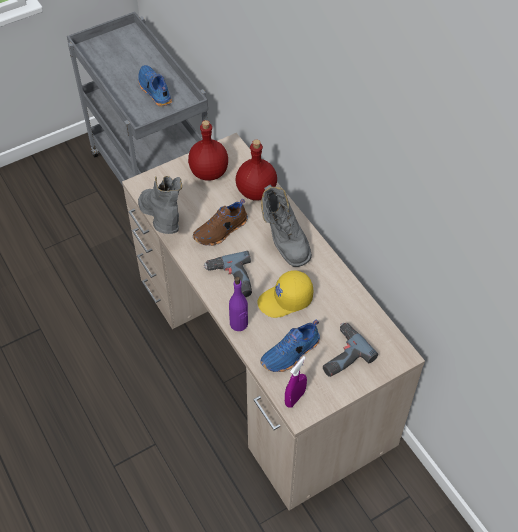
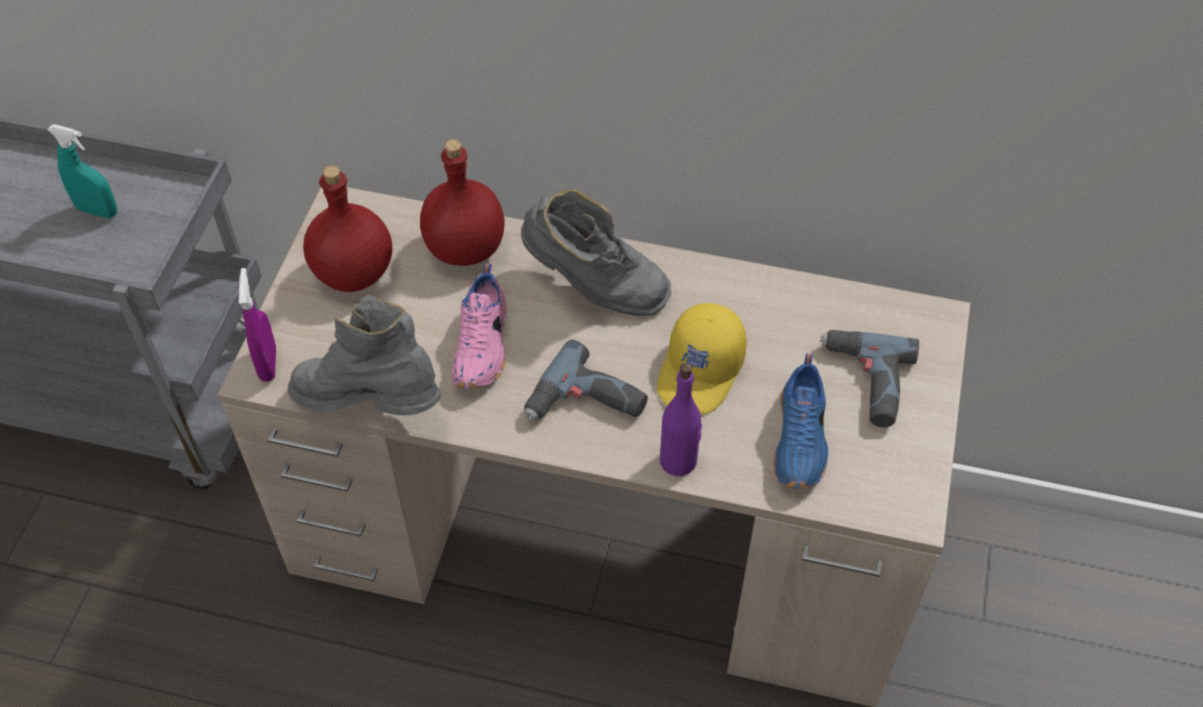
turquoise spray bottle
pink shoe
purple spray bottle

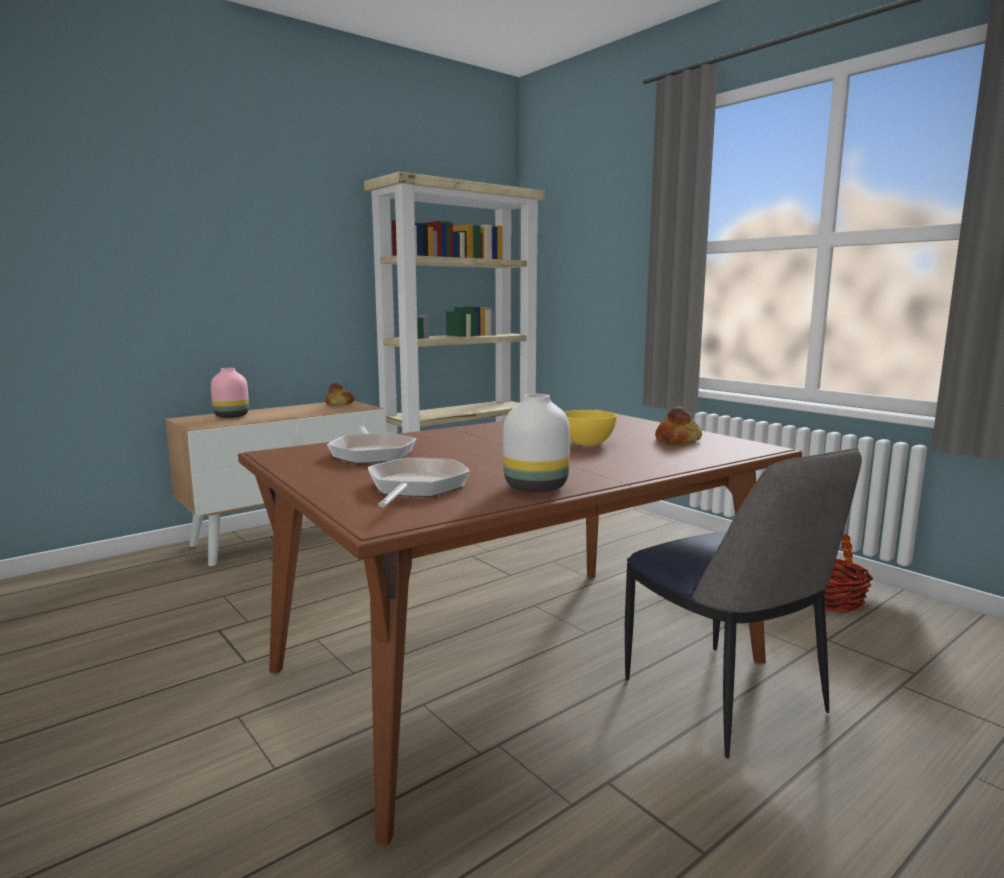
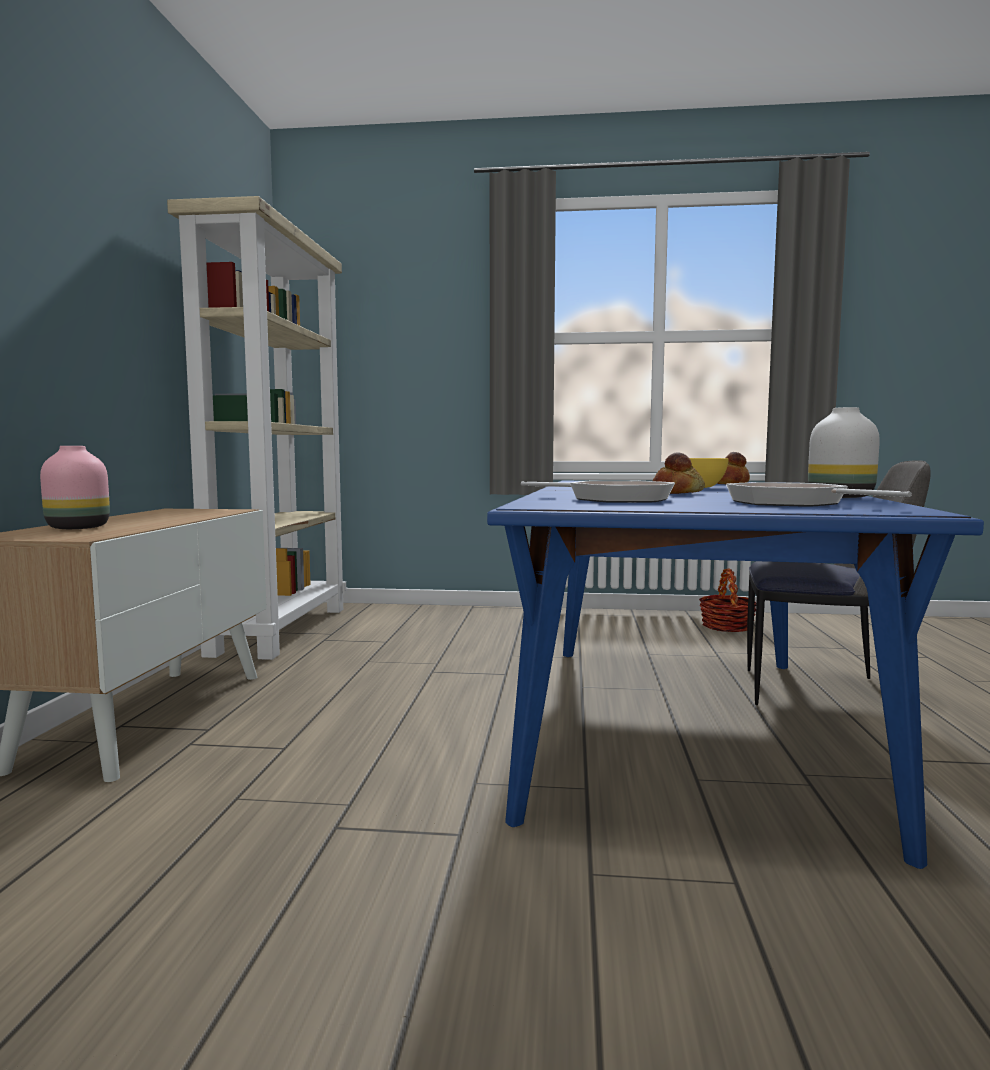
blue dining table
bread (no. 1 from left)

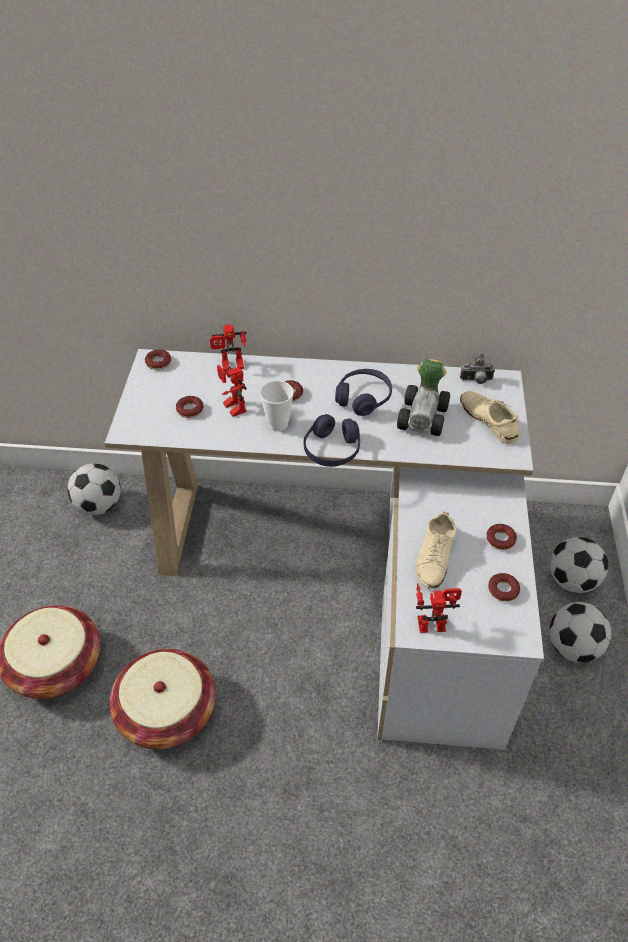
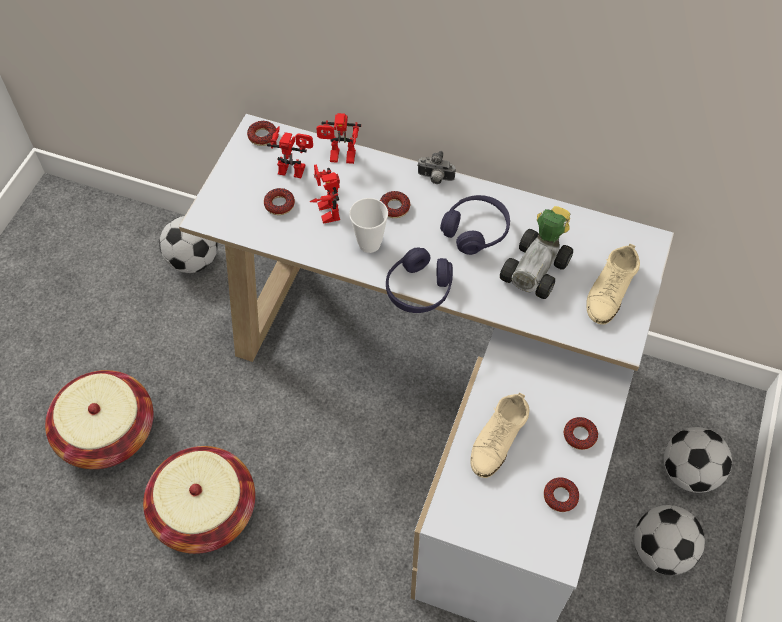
toy robot (no. 1 from left)
photo camera
beige shoe (no. 2 from left)

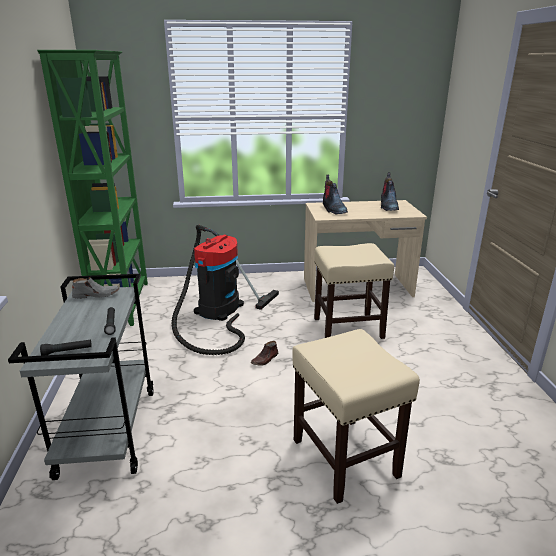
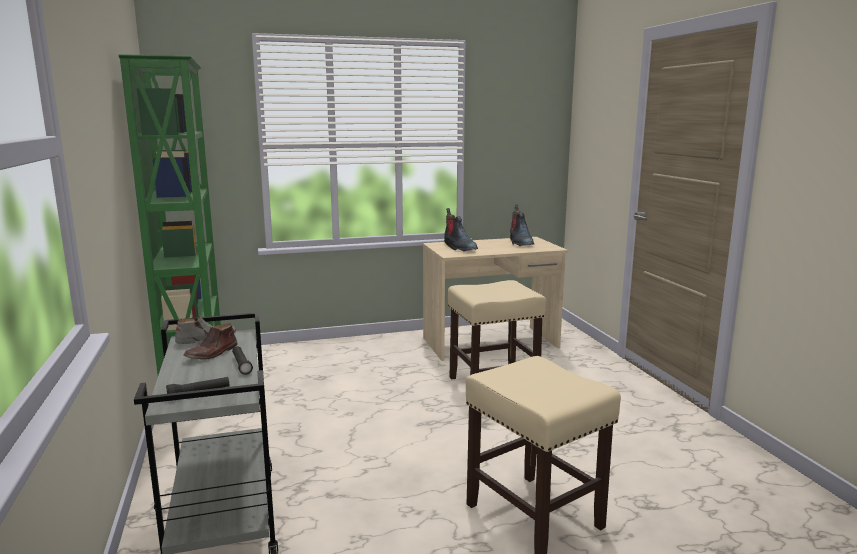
vacuum cleaner
brown shoe

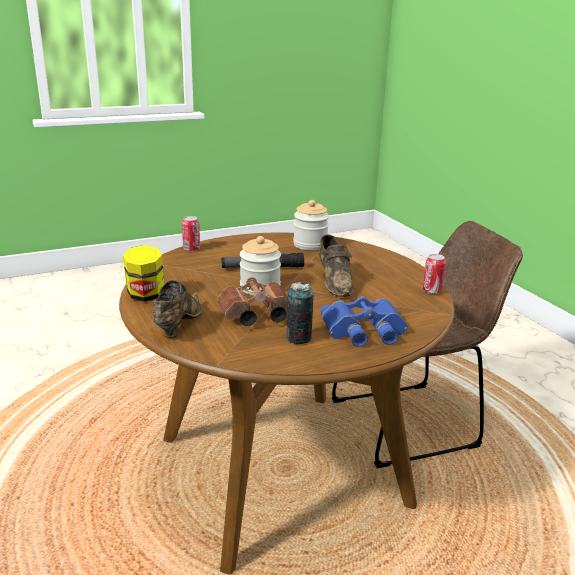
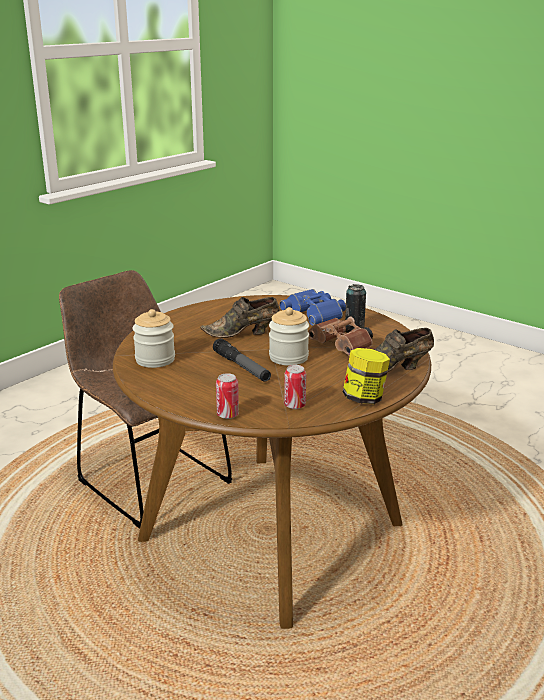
brown shoe (no. 1 from left)
can (no. 2 from left)

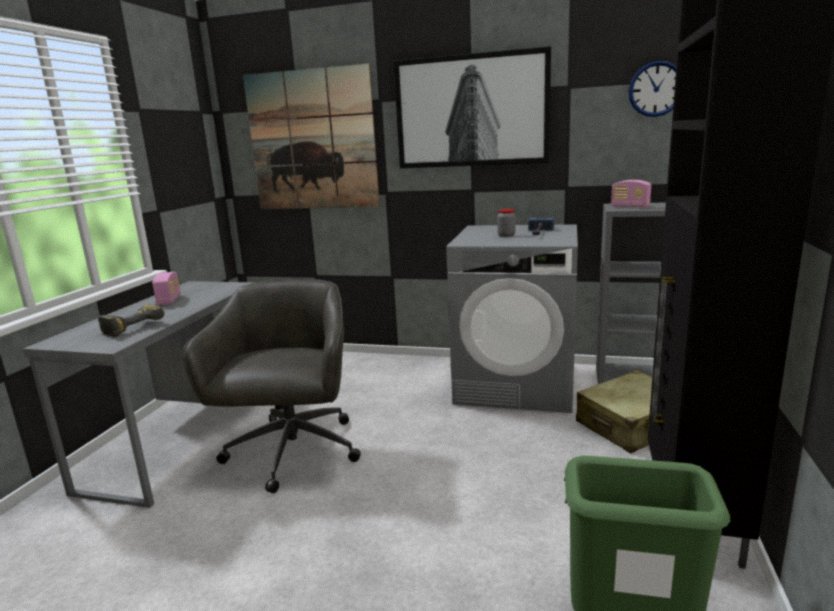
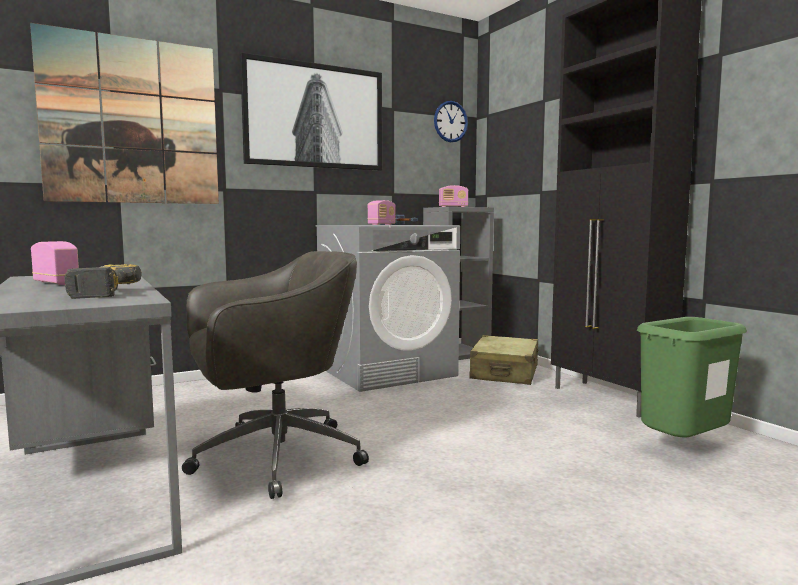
grey office chair
radio (no. 2 from left)

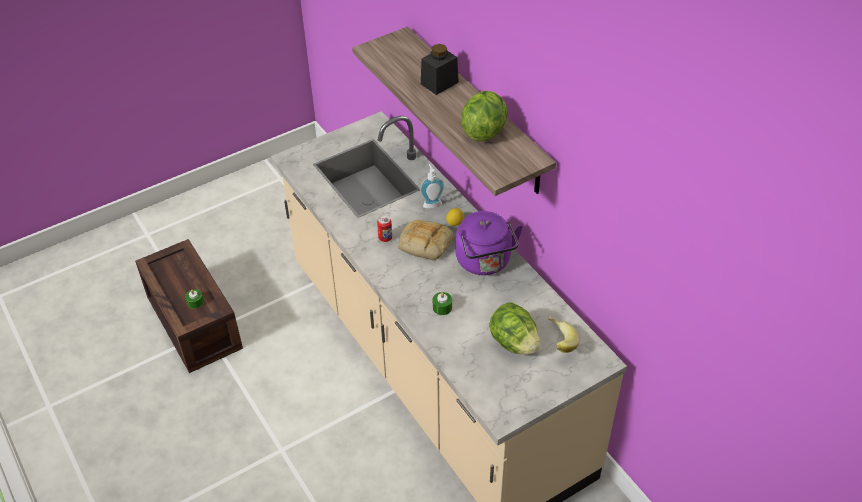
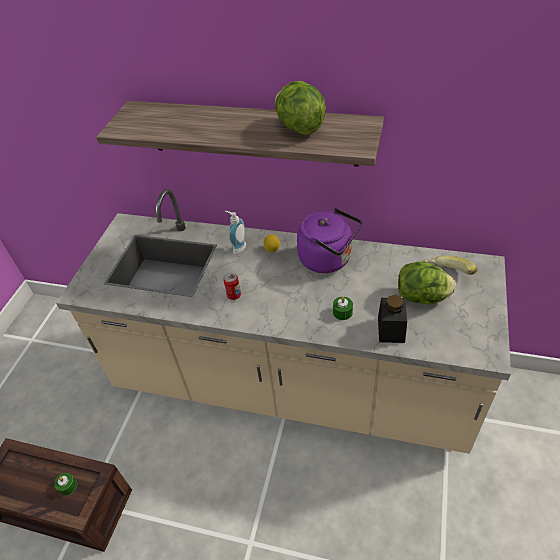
bread
black jar

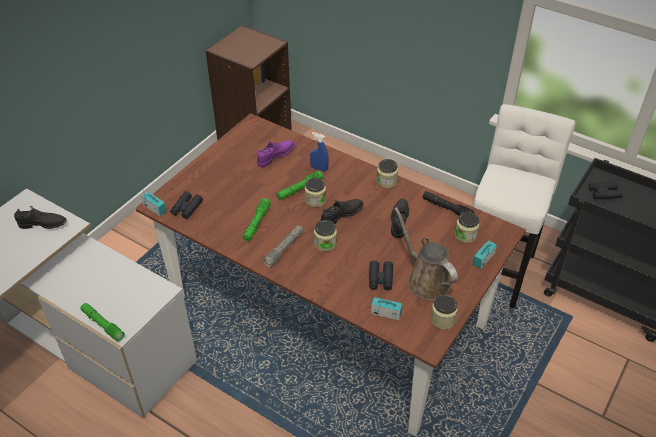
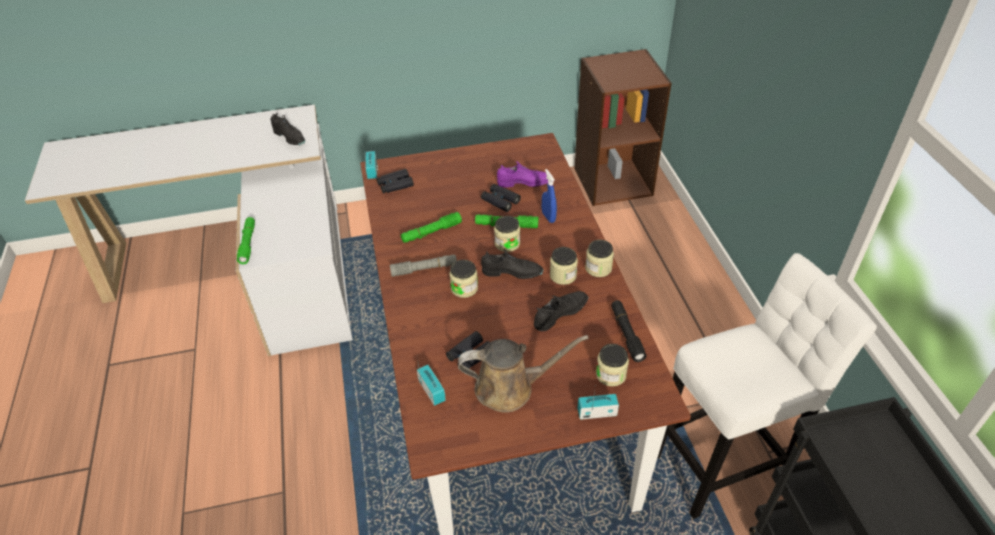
brown watering can
jar (no. 3 from left)
black binoculars (no. 3 from left)

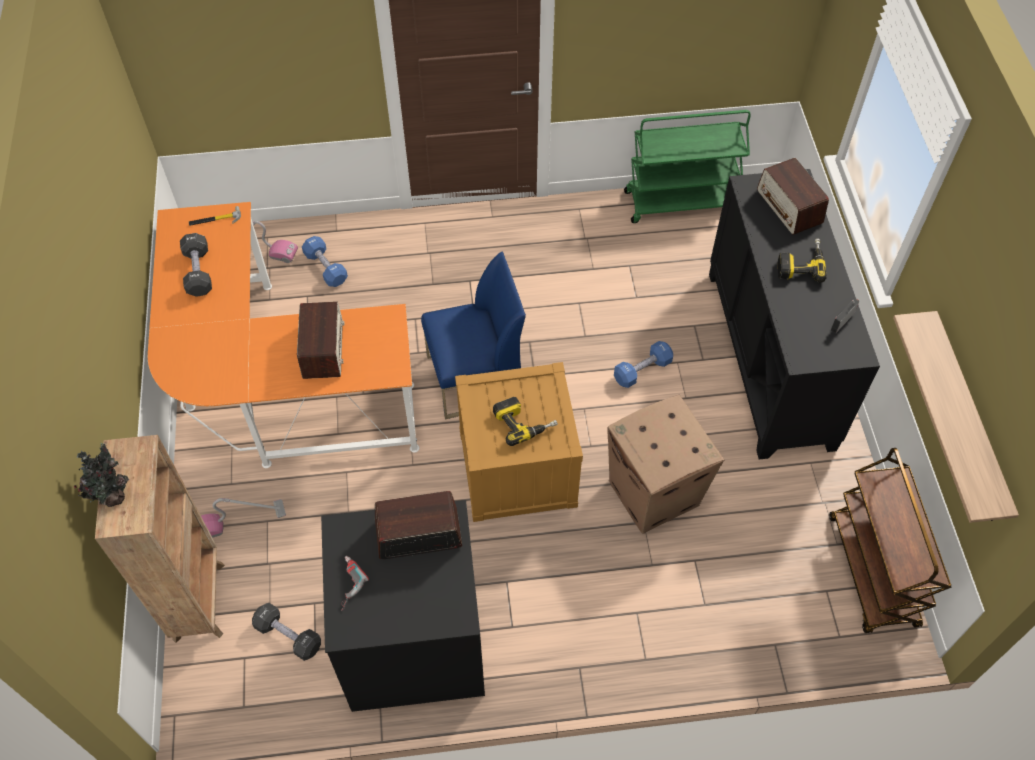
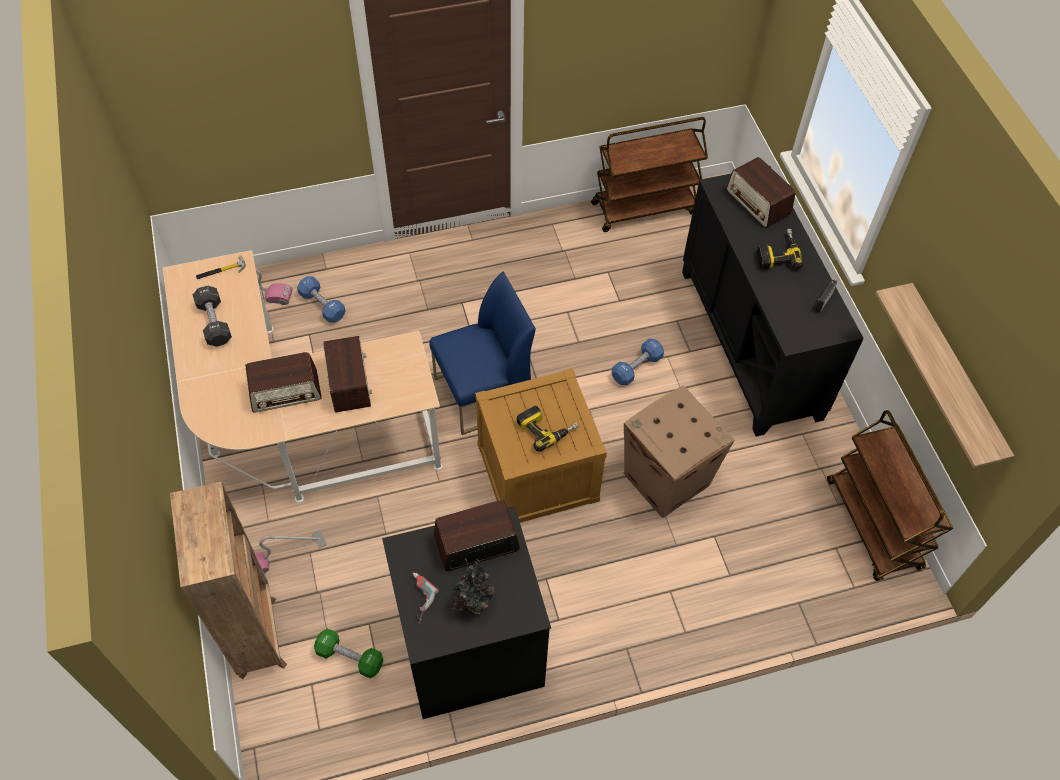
potted plant
beige desk
green dumbbell
brown cart (no. 1 from left)
radio (no. 1 from left)

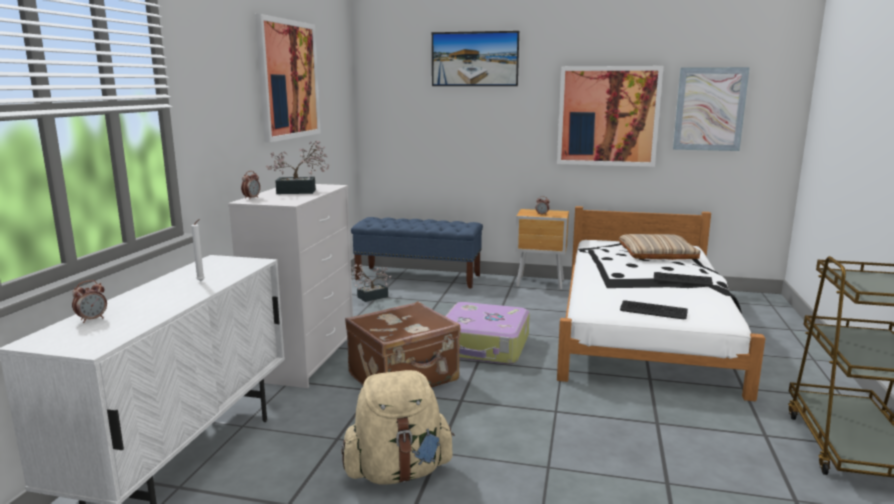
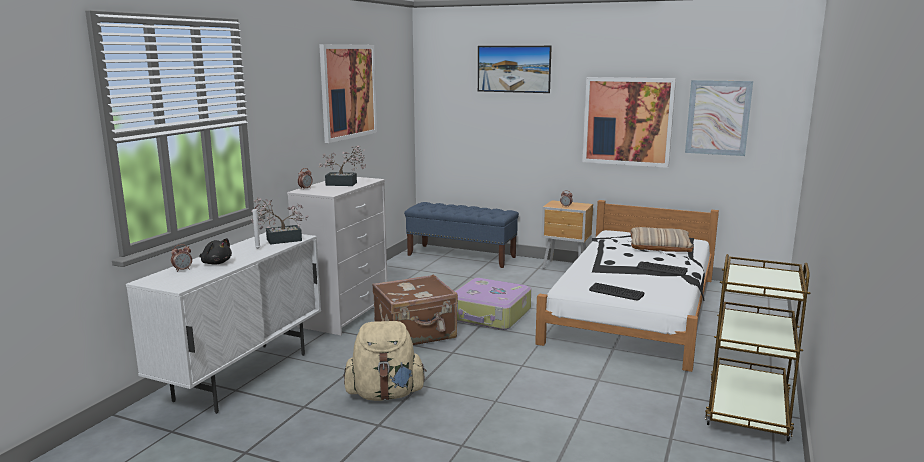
potted plant (no. 1 from left)
black plush toy

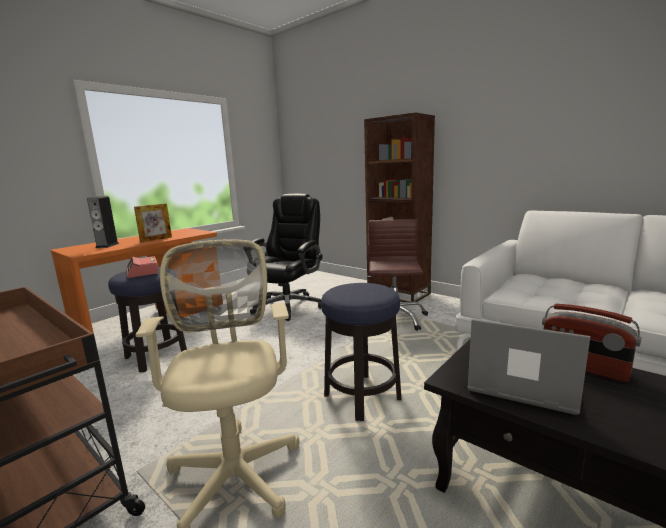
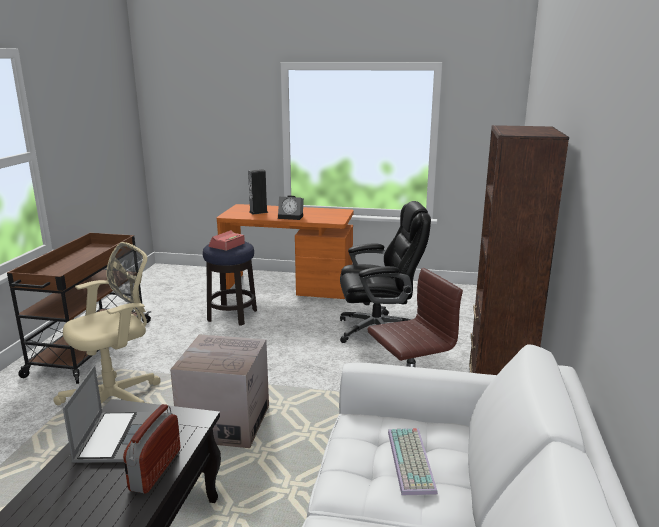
alarm clock (no. 2 from left)
cardboard box
keyboard

